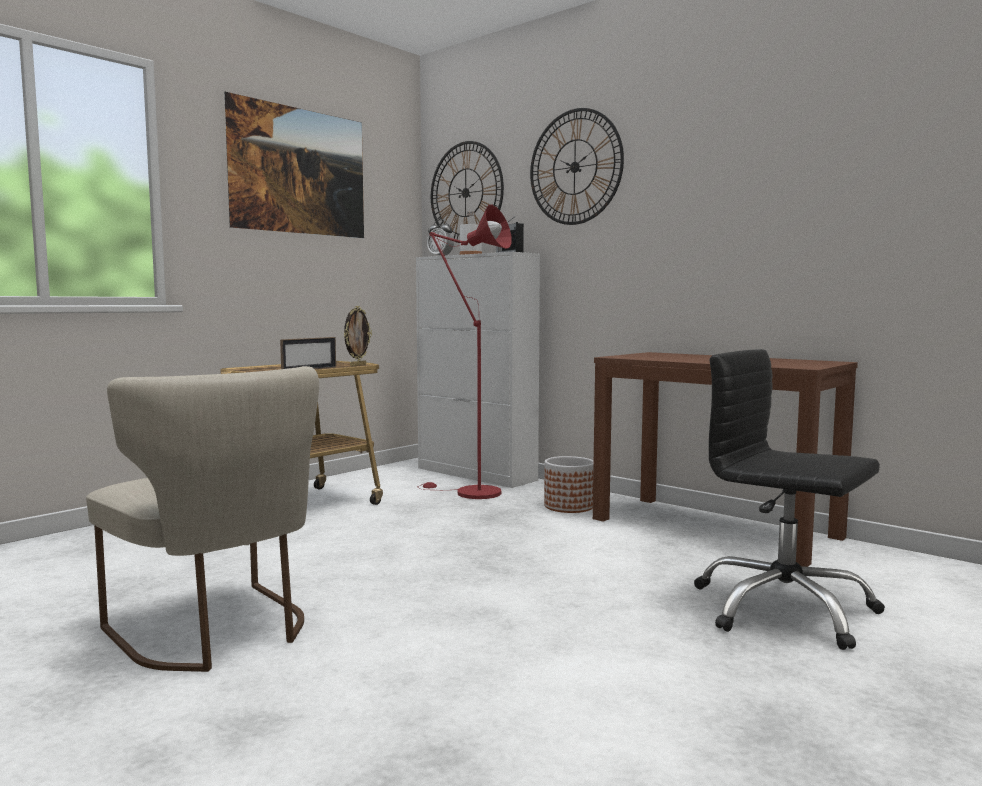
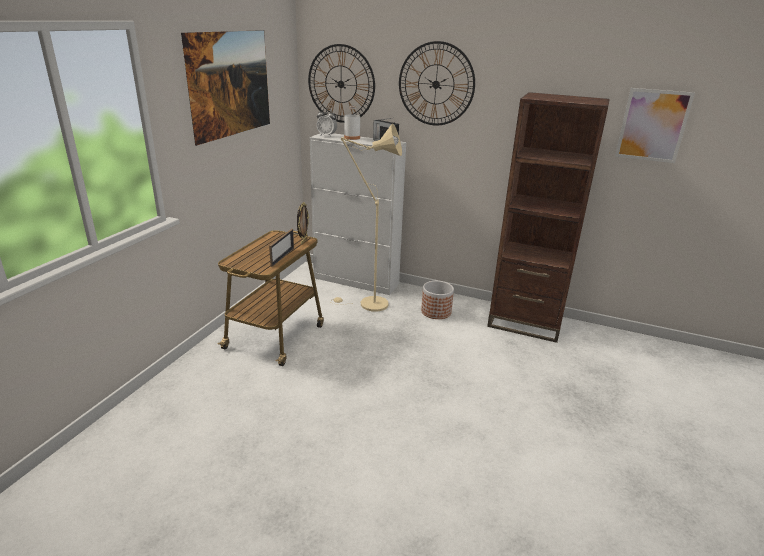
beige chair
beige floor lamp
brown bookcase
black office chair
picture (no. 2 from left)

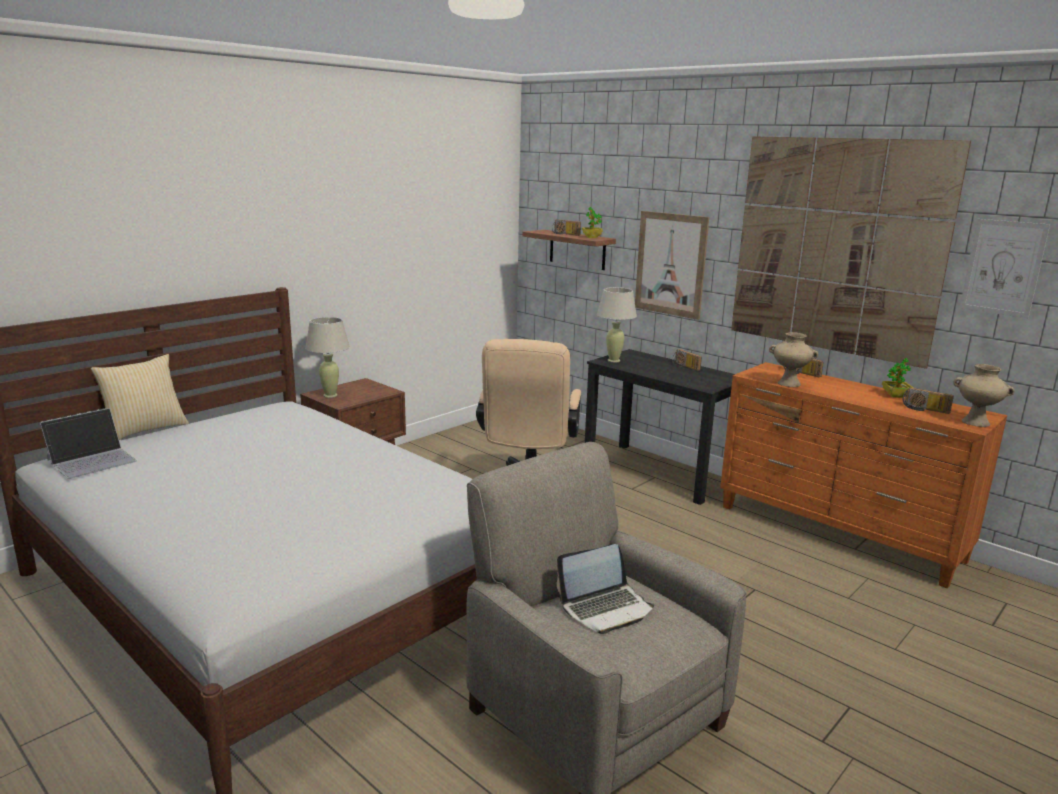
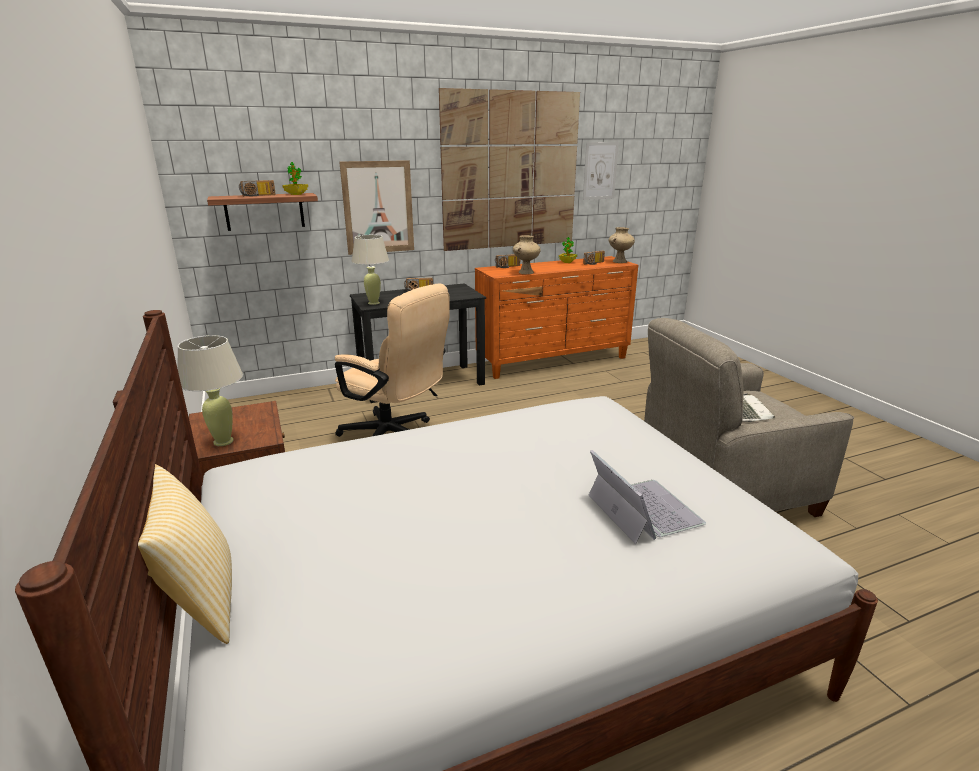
laptop (no. 1 from left)

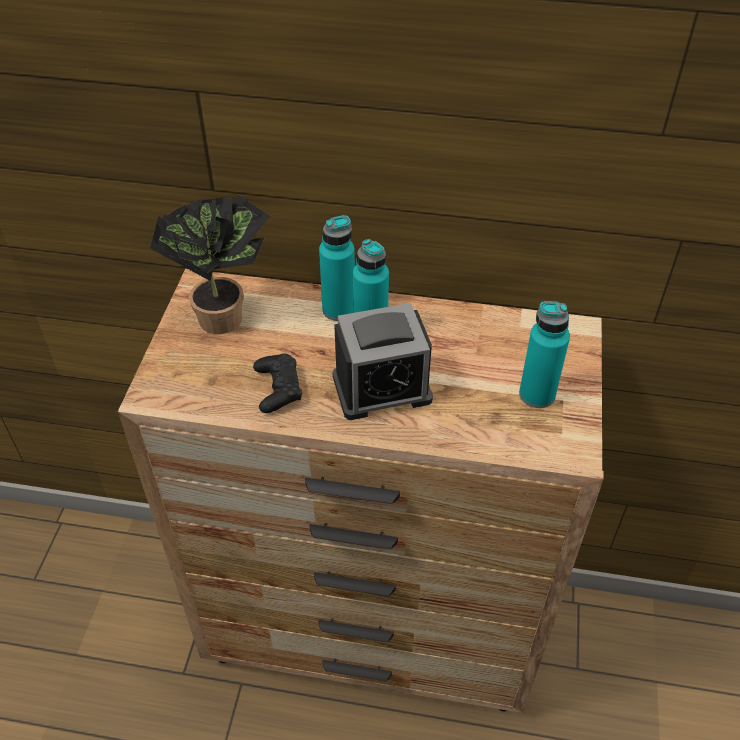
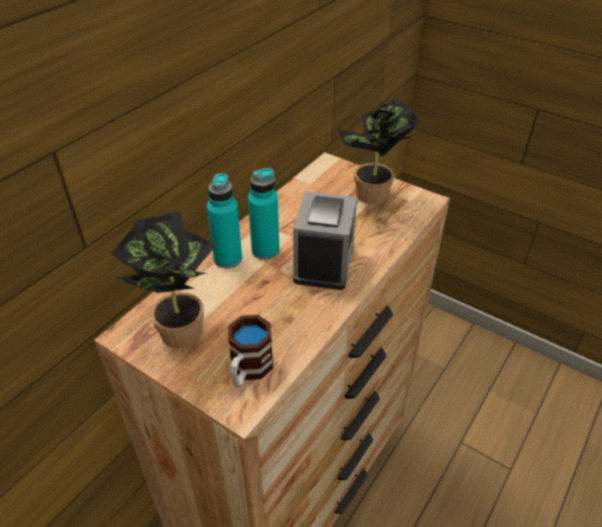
black game controller
potted plant (no. 2 from left)
mug

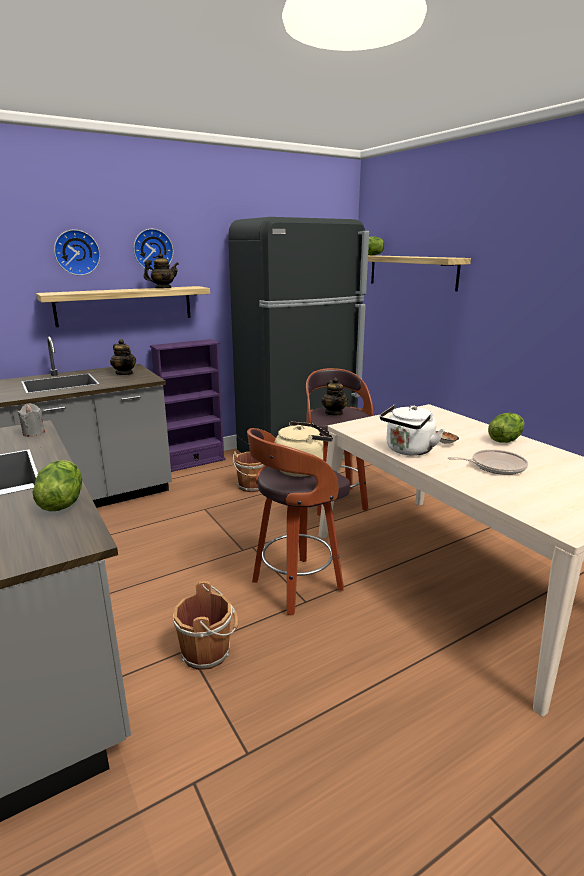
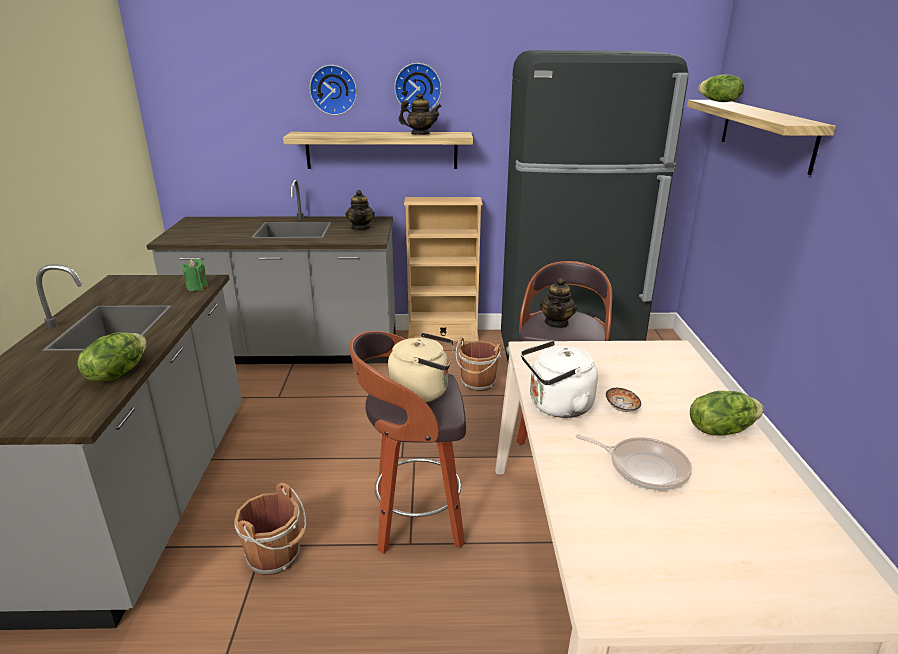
green candle
beige bookcase

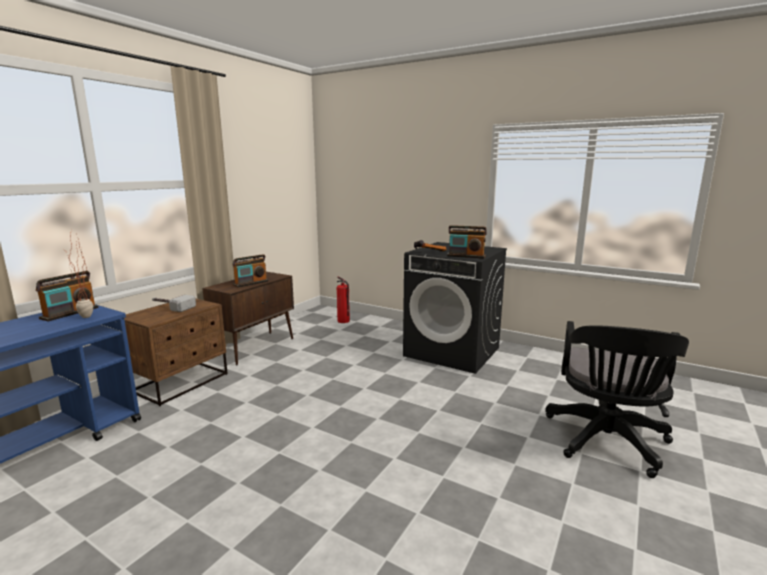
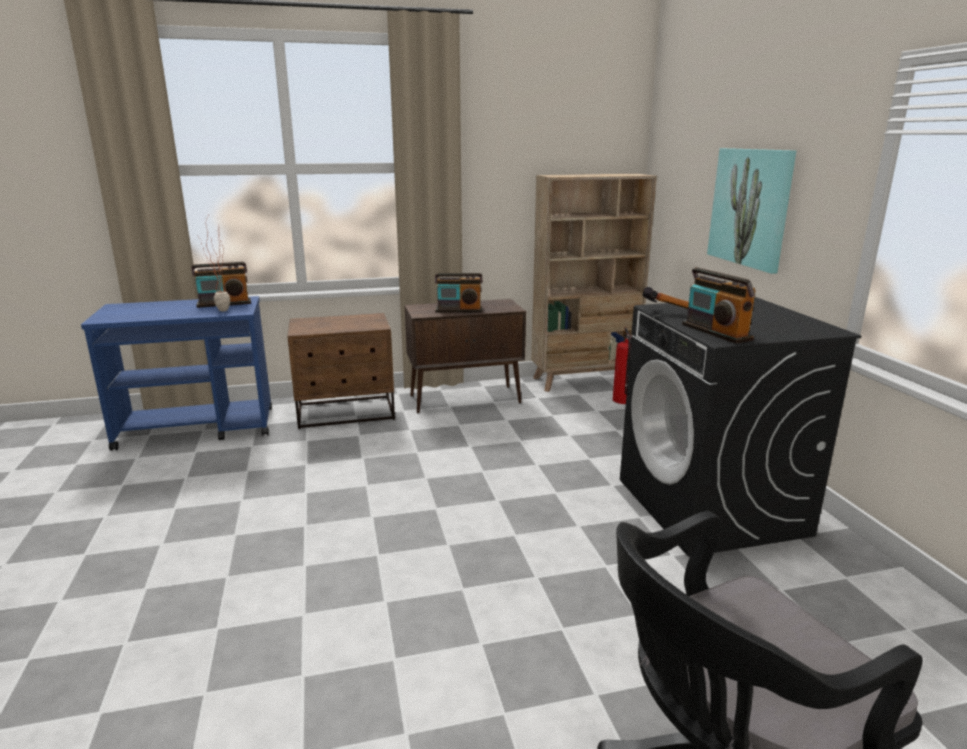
hammer (no. 1 from left in the first image)
beige bookcase
picture

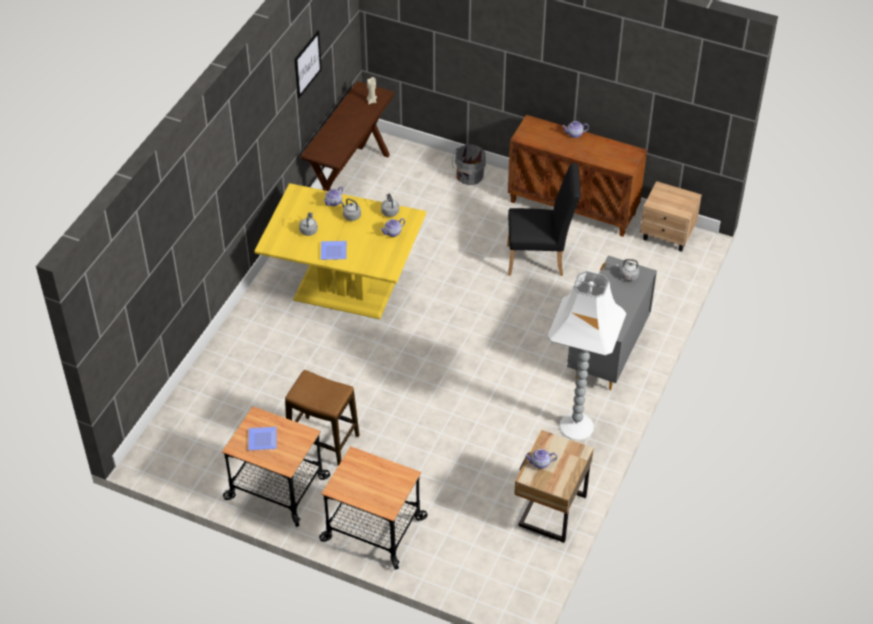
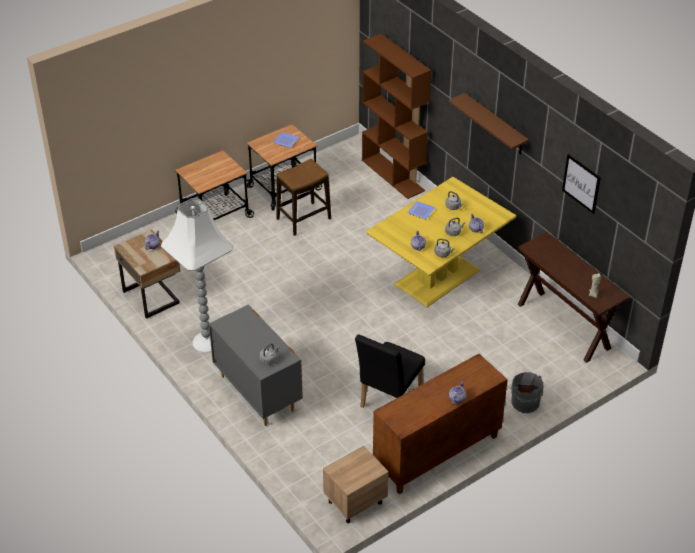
brown bookcase
brown shelf

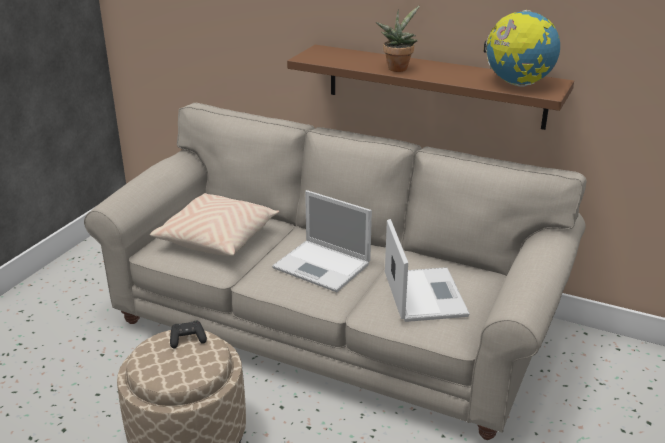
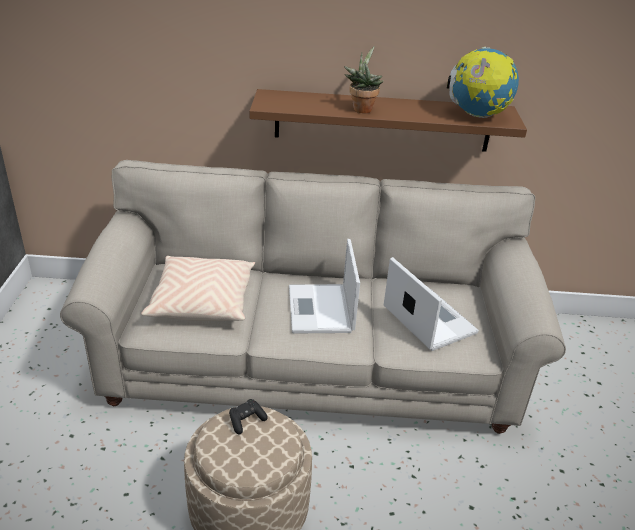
laptop (no. 1 from left)

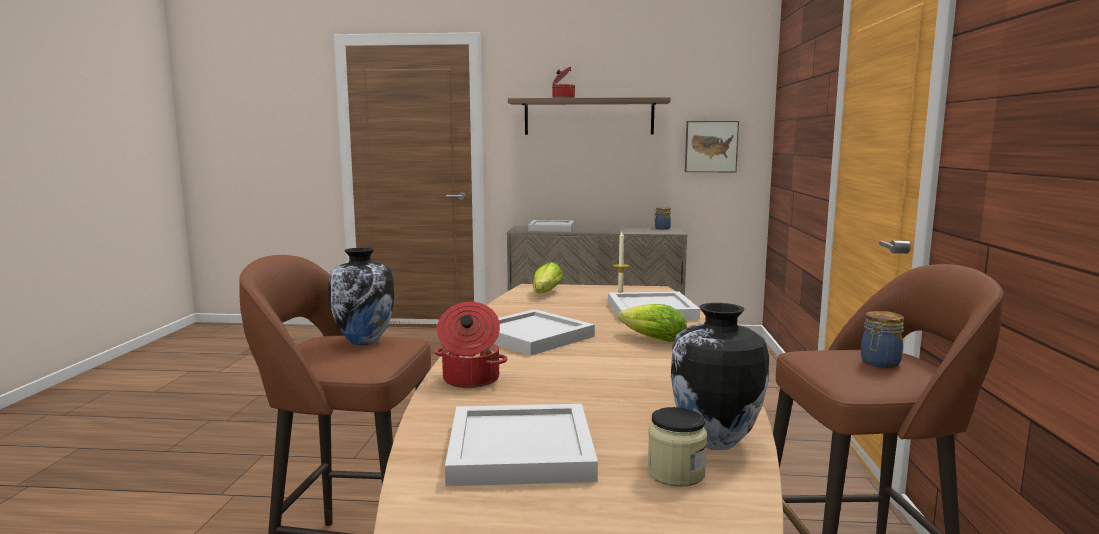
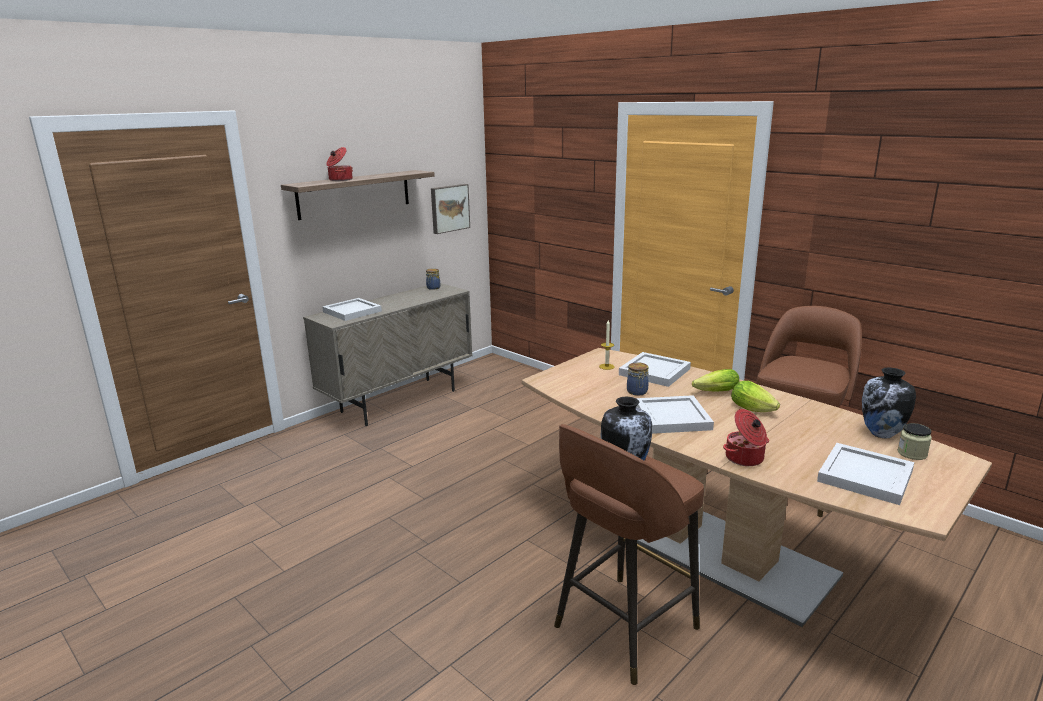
lettuce (no. 2 from left)
jar (no. 2 from left)

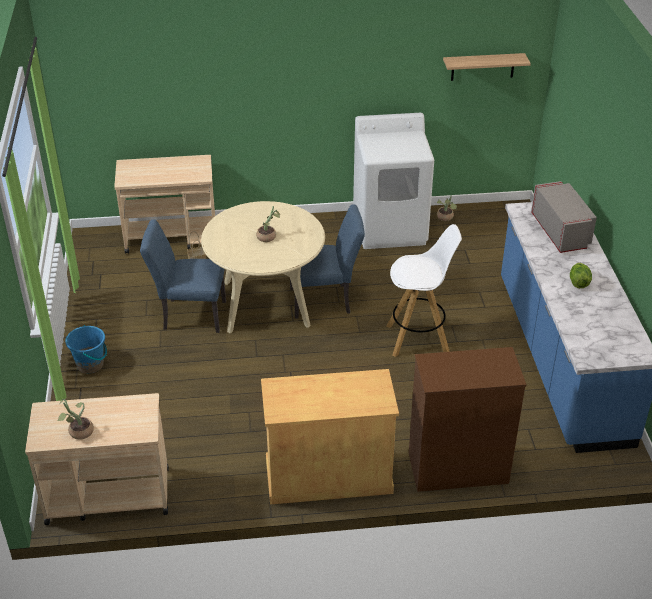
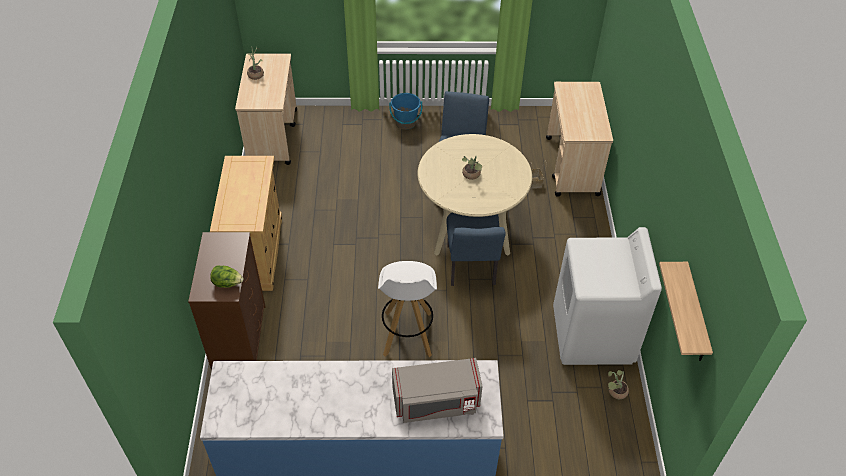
lettuce

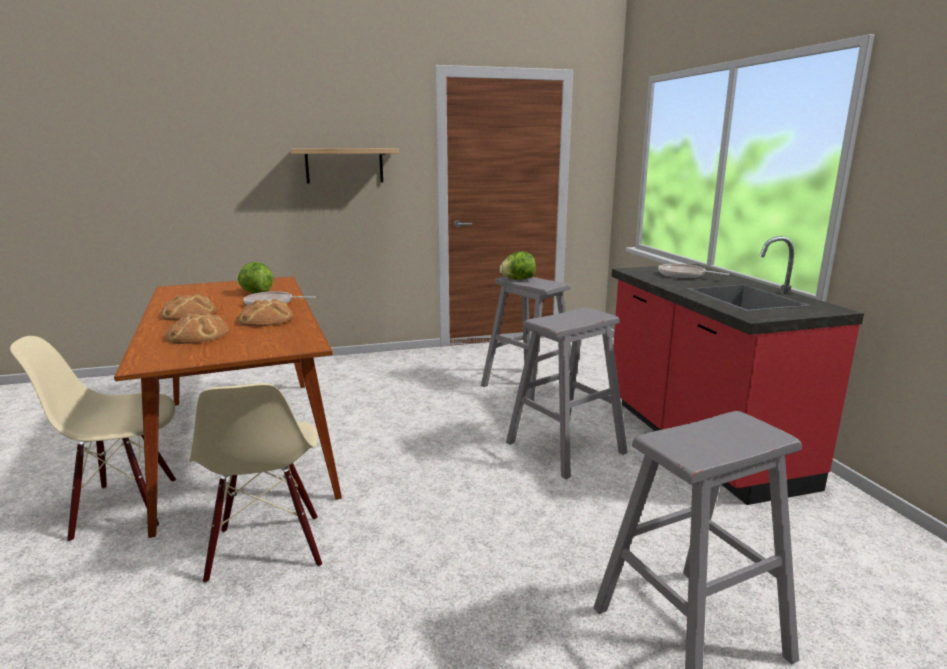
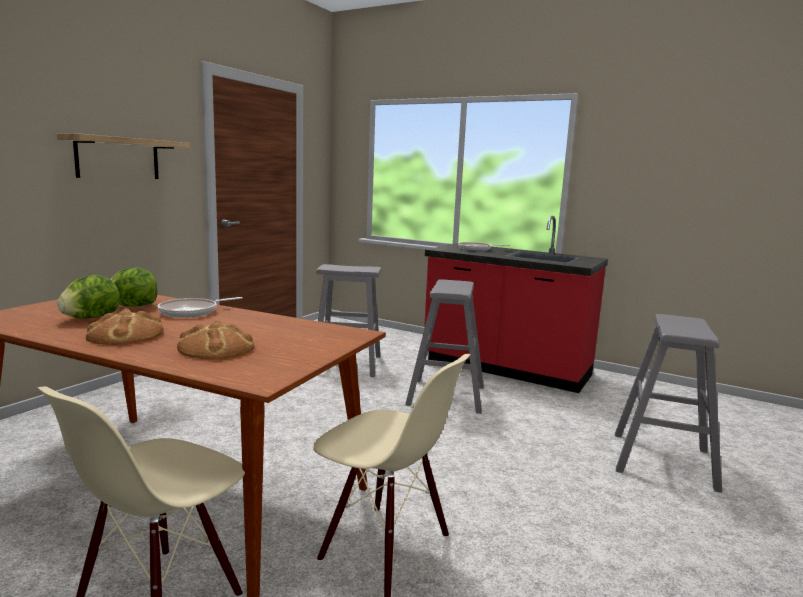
bread (no. 3 from left in the first image)
lettuce (no. 1 from left)

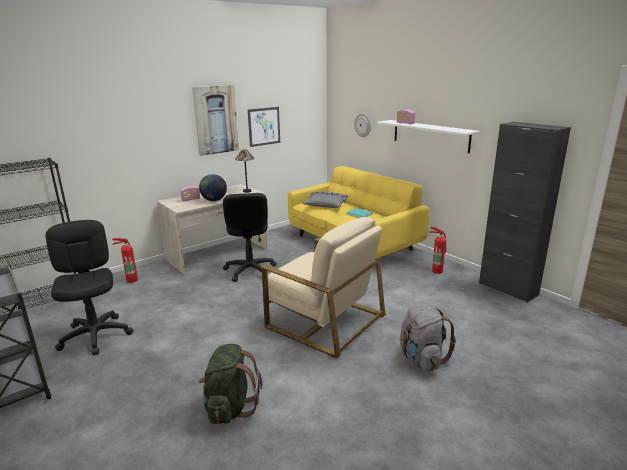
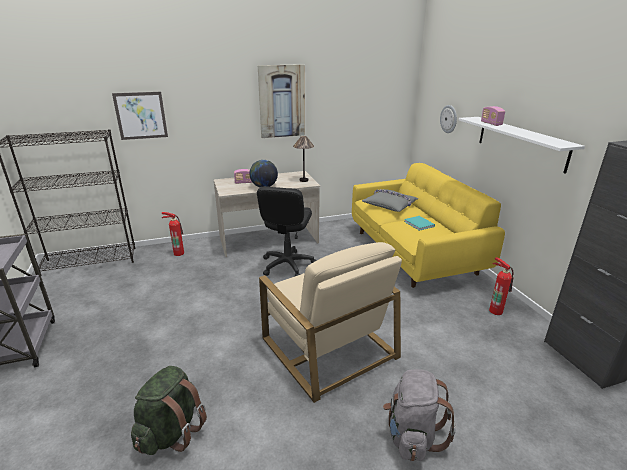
black office chair (no. 1 from left in the first image)
picture (no. 1 from left)

